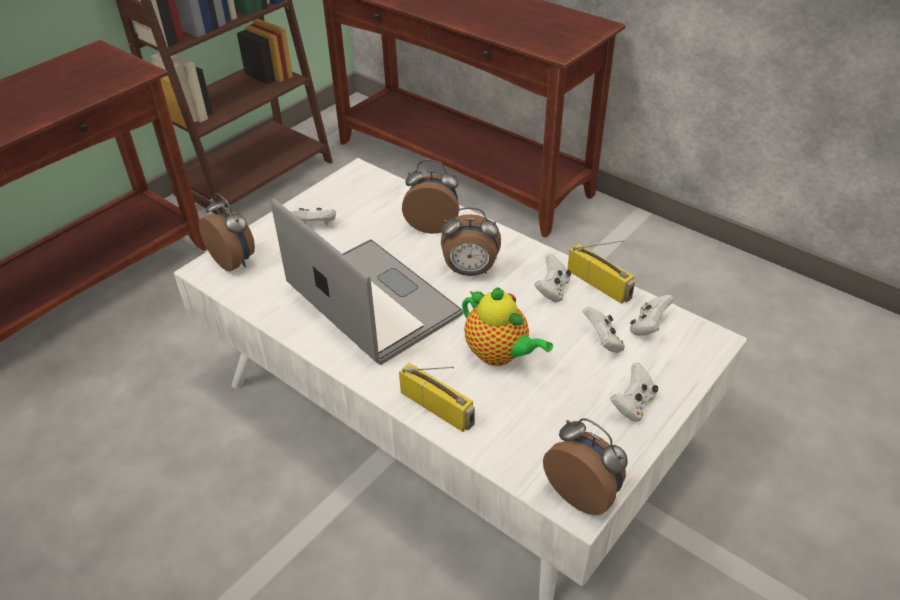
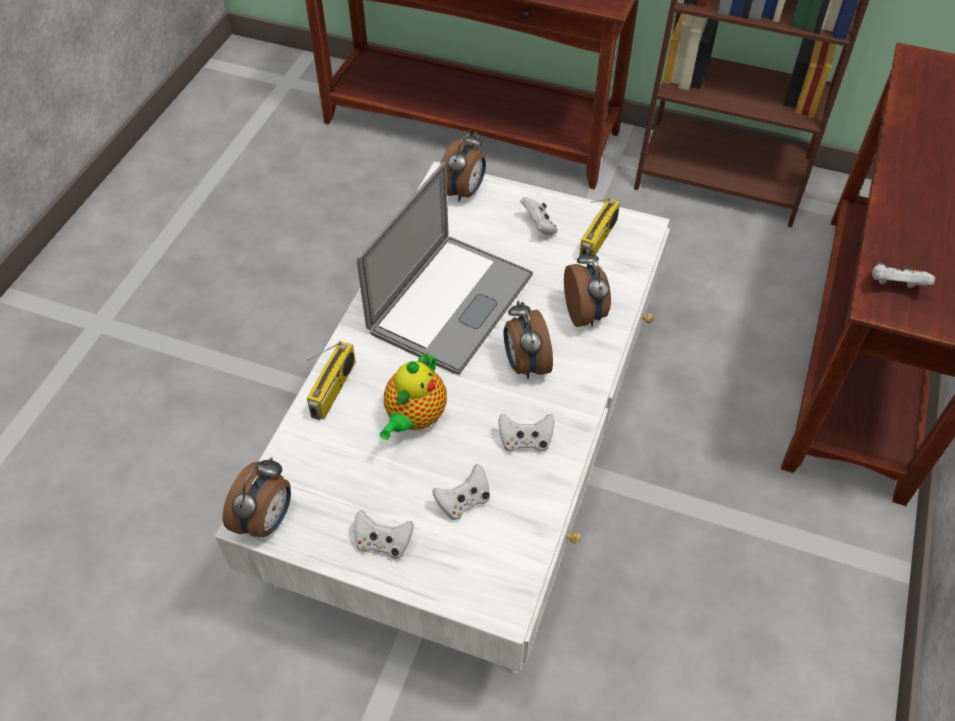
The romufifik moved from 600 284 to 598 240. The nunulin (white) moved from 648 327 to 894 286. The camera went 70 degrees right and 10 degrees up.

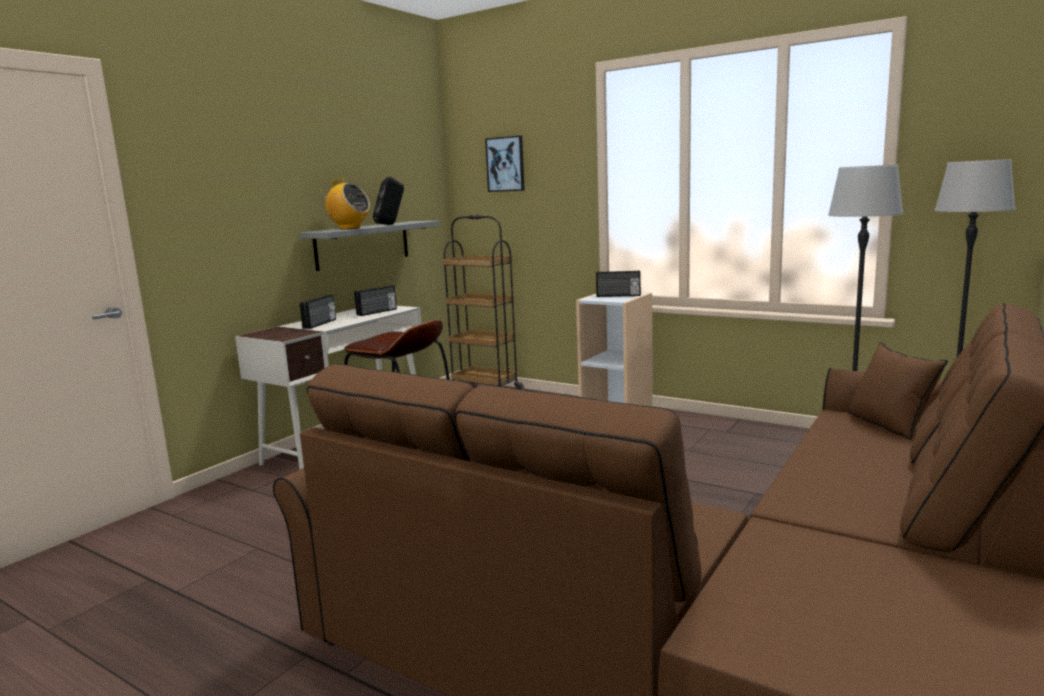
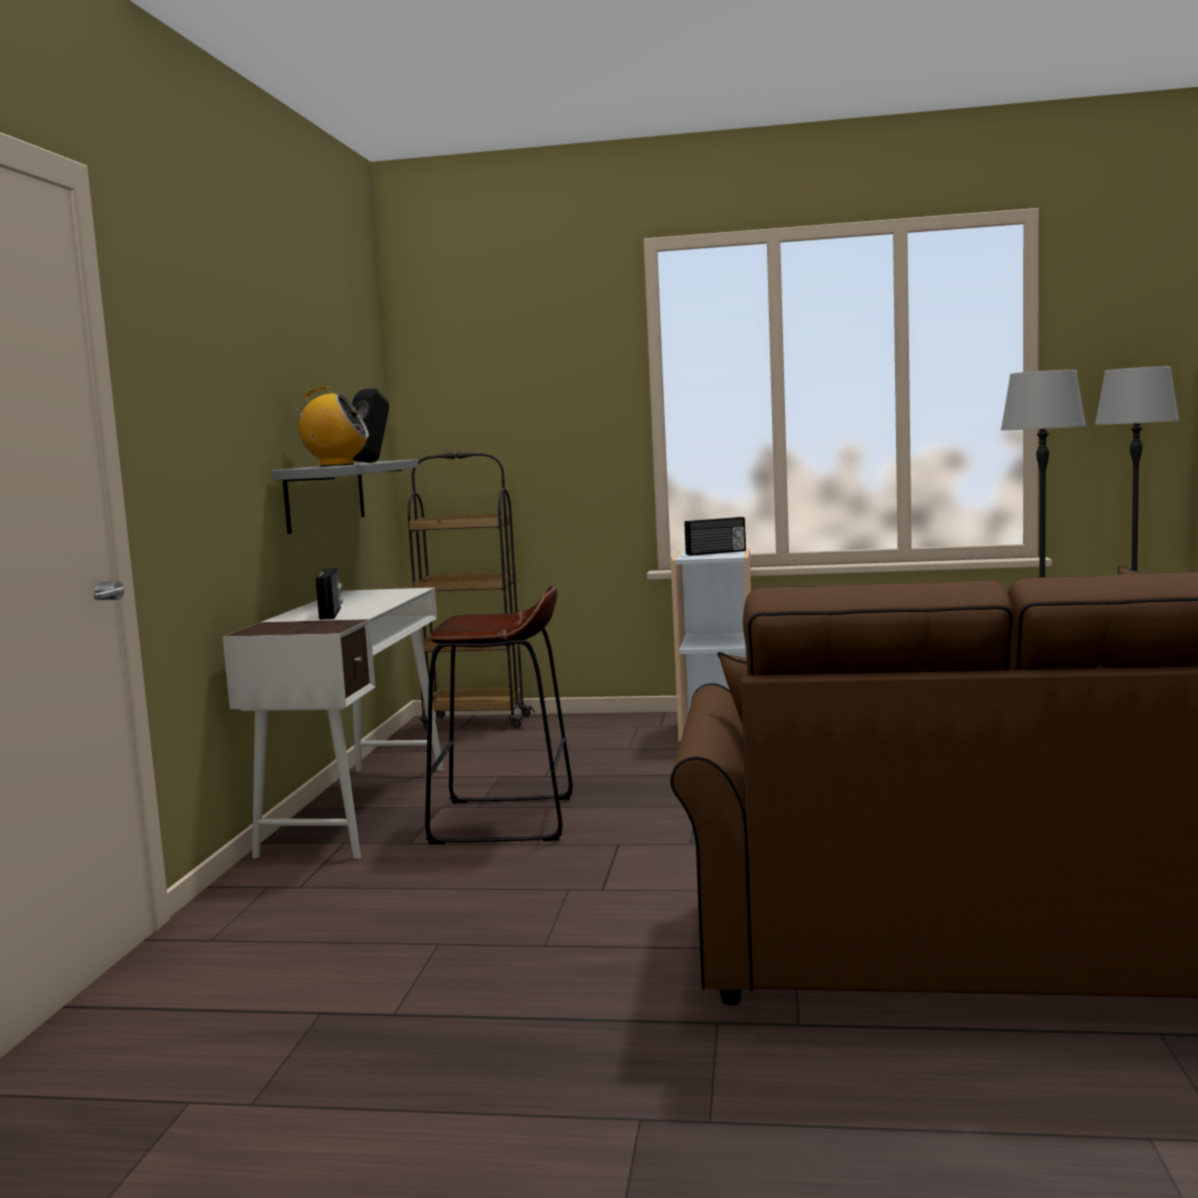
The romufifik at 377 312 disappeared. The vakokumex at 505 164 disappeared. The camera went 25 degrees left and 5 degrees down.

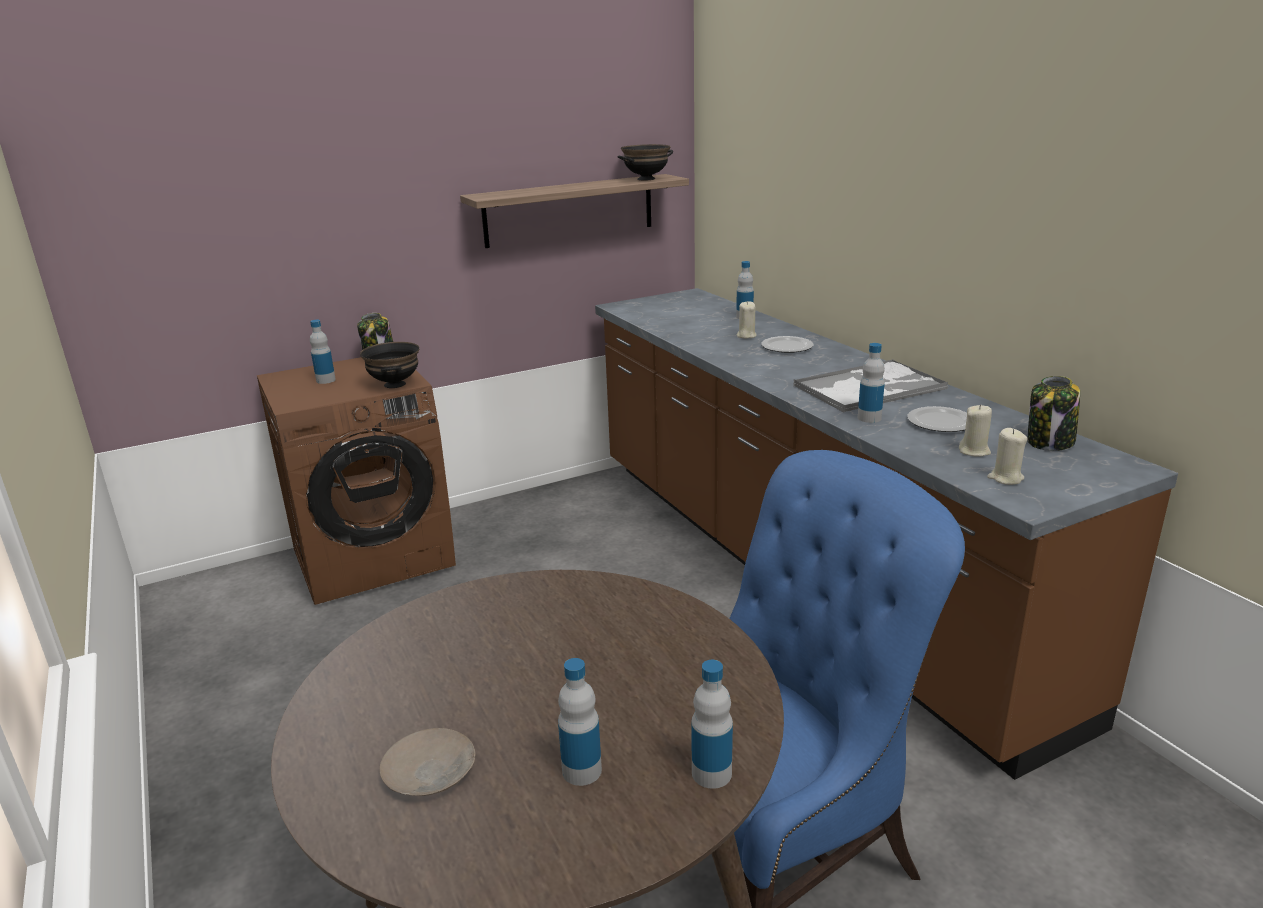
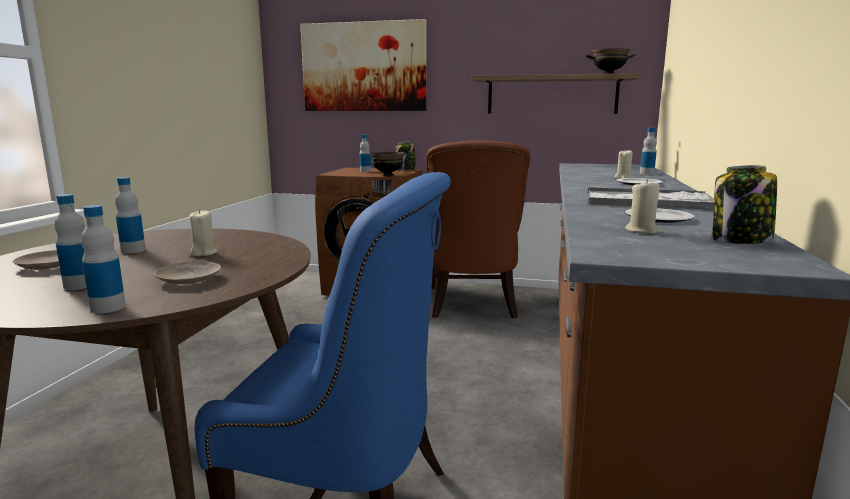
The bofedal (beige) at 189 279 appeared. The vakokumex at 364 67 appeared. The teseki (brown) at 472 303 appeared. The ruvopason moved from 869 418 to 133 250. The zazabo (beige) moved from 1005 478 to 203 253. The camera went 40 degrees right and 10 degrees down.

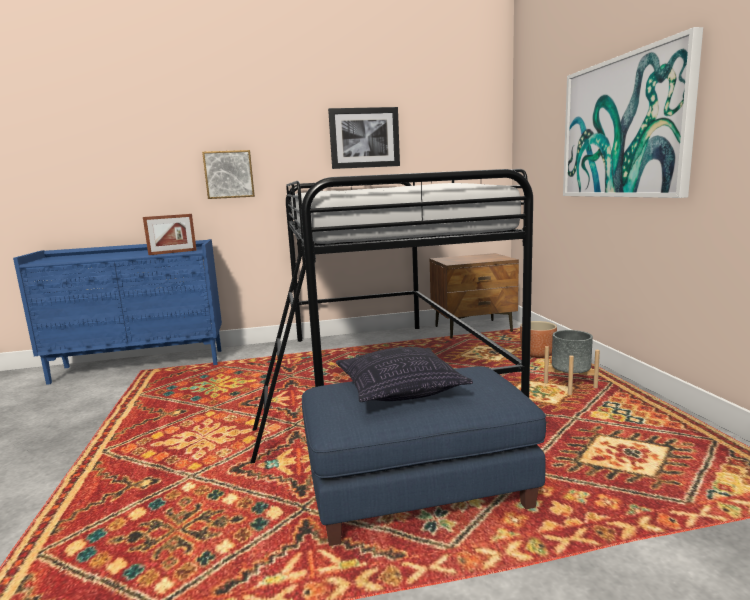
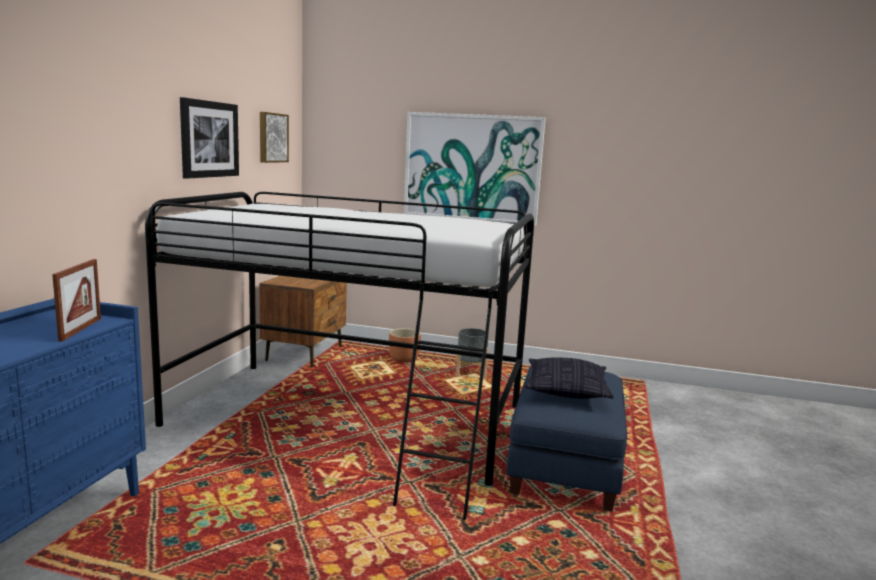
The vakokumex moved from 229 174 to 272 137. The camera went 65 degrees left and 0 degrees up.

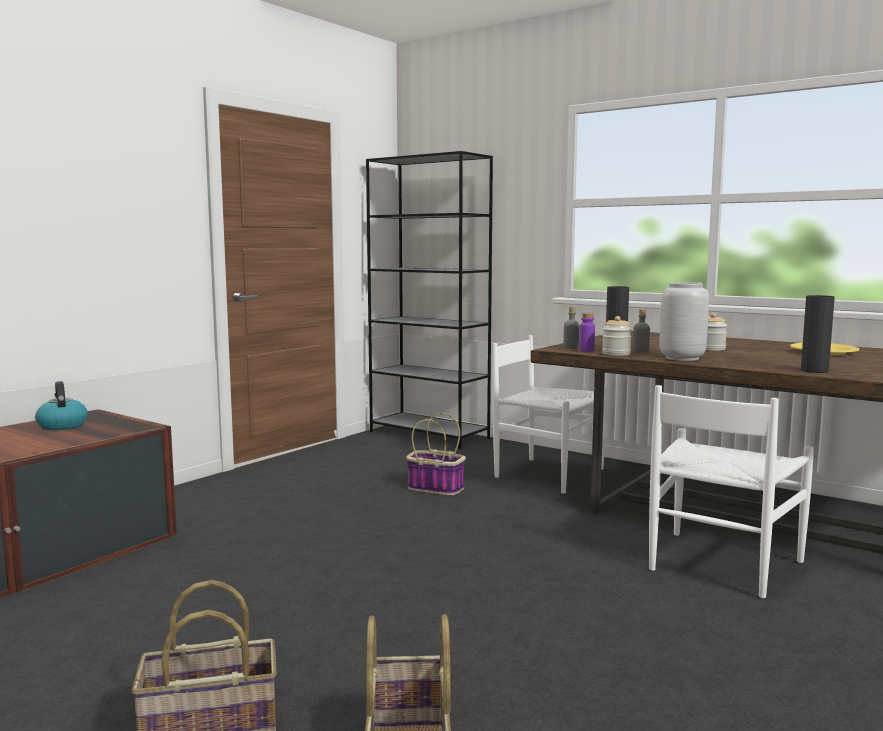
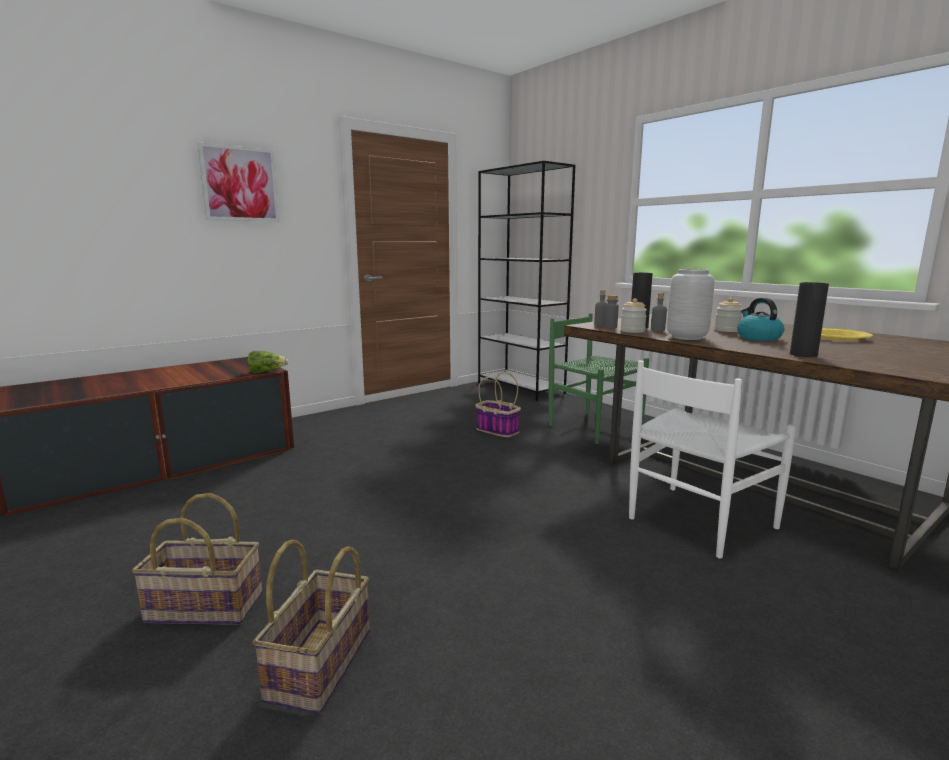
The vakokumex at 240 184 appeared. The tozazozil at 267 372 appeared. The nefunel moved from 62 425 to 758 337. The teseki (white) at 547 474 became the teseki (green) at 593 426. The ruvopason (purple) at 586 350 became the ruvopason (grey) at 610 327. The camera went 15 degrees right and 5 degrees up.

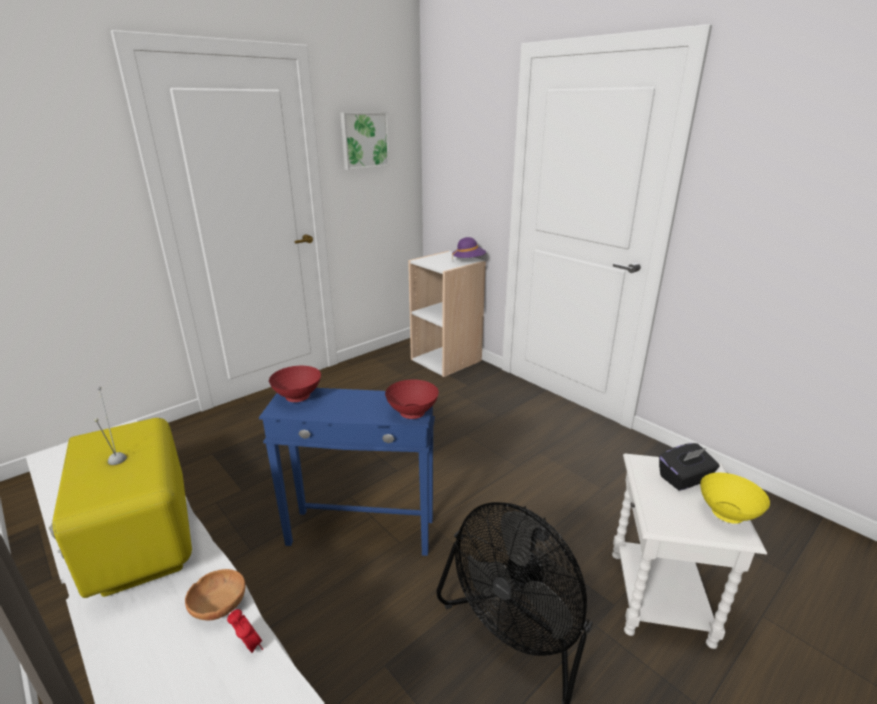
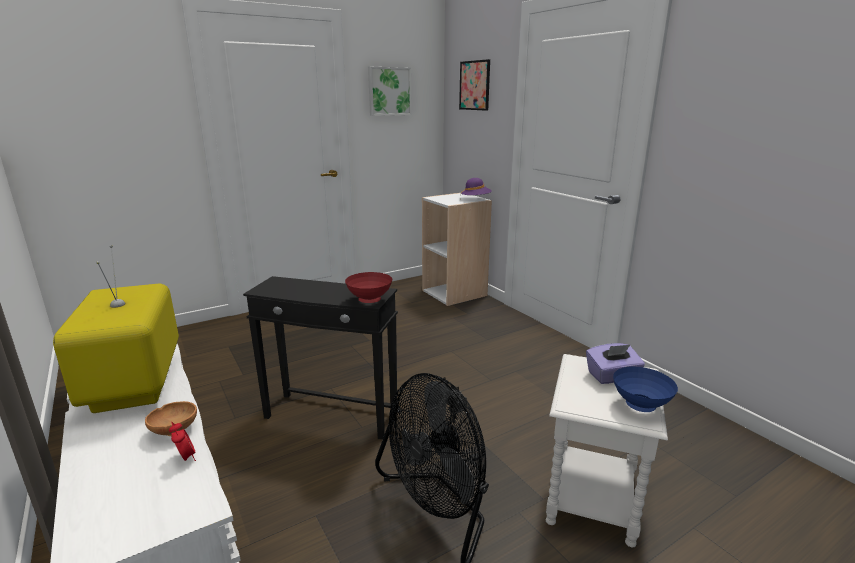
The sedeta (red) at 297 398 disappeared. The vakokumex at 474 85 appeared. The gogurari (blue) at 361 532 became the gogurari (black) at 331 416. The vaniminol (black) at 684 479 became the vaniminol (purple) at 612 376. The sedeta (yellow) at 725 515 became the sedeta (blue) at 639 406. The camera went 10 degrees right and 5 degrees down.

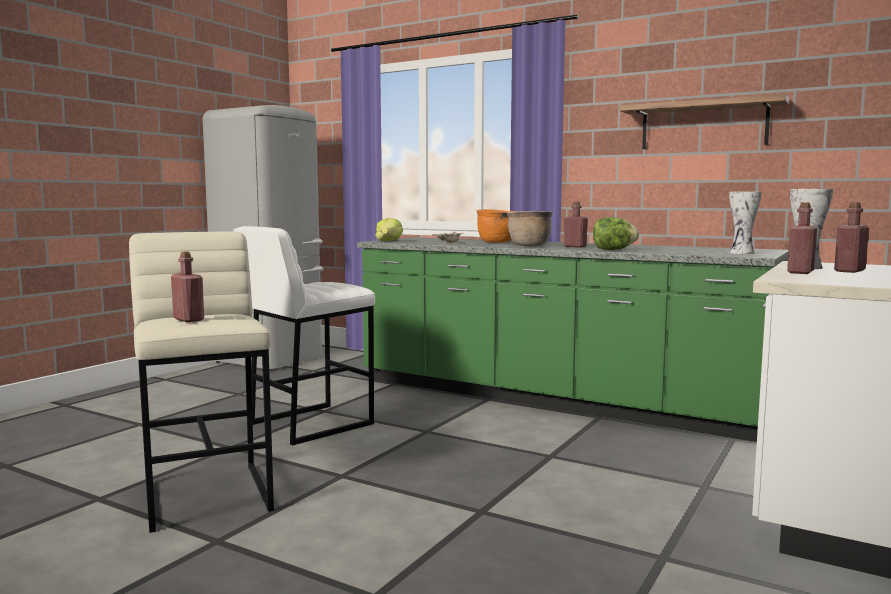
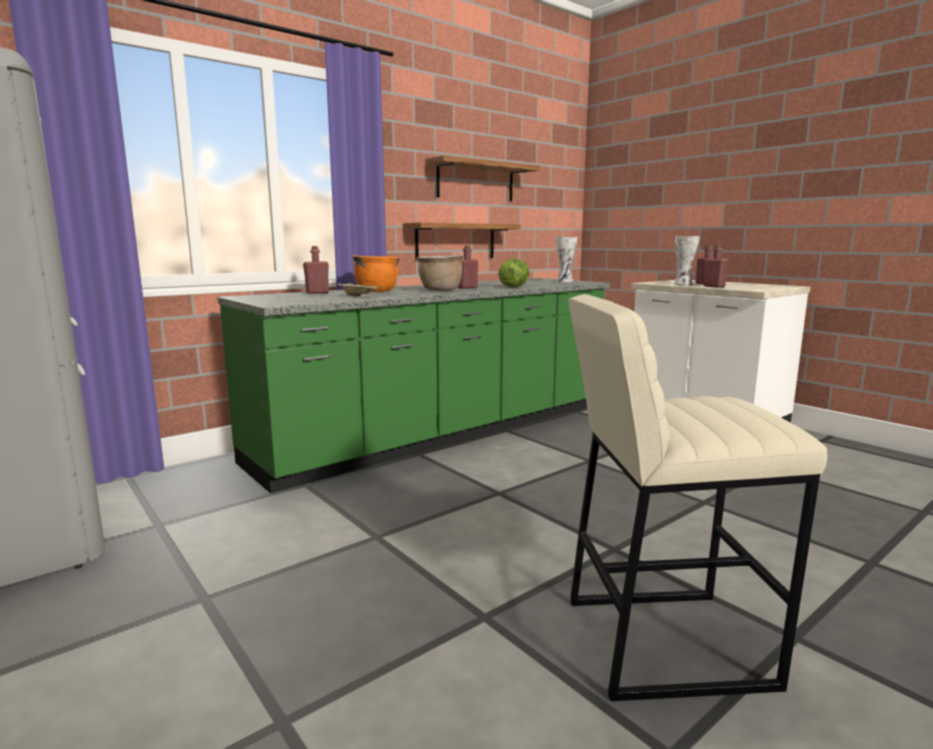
The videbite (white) at 309 424 disappeared. The tozazozil at 388 241 disappeared. The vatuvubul at 455 241 appeared. The ruvopason (red) moved from 188 319 to 317 293. The camera went 70 degrees left and 5 degrees up.

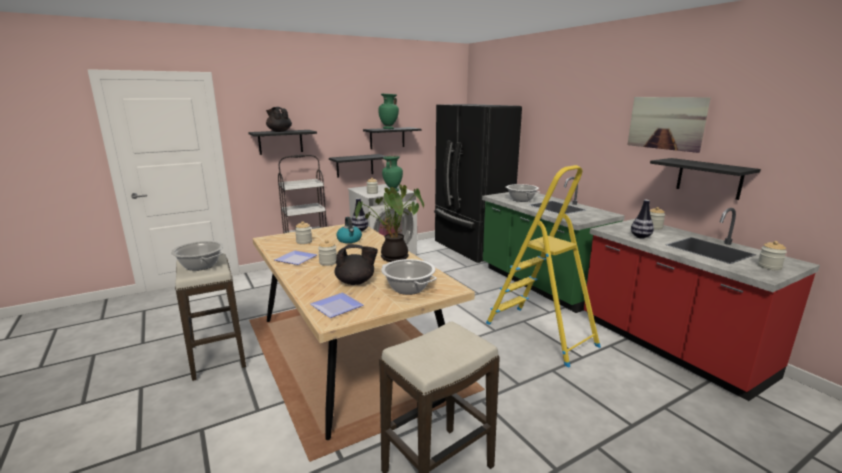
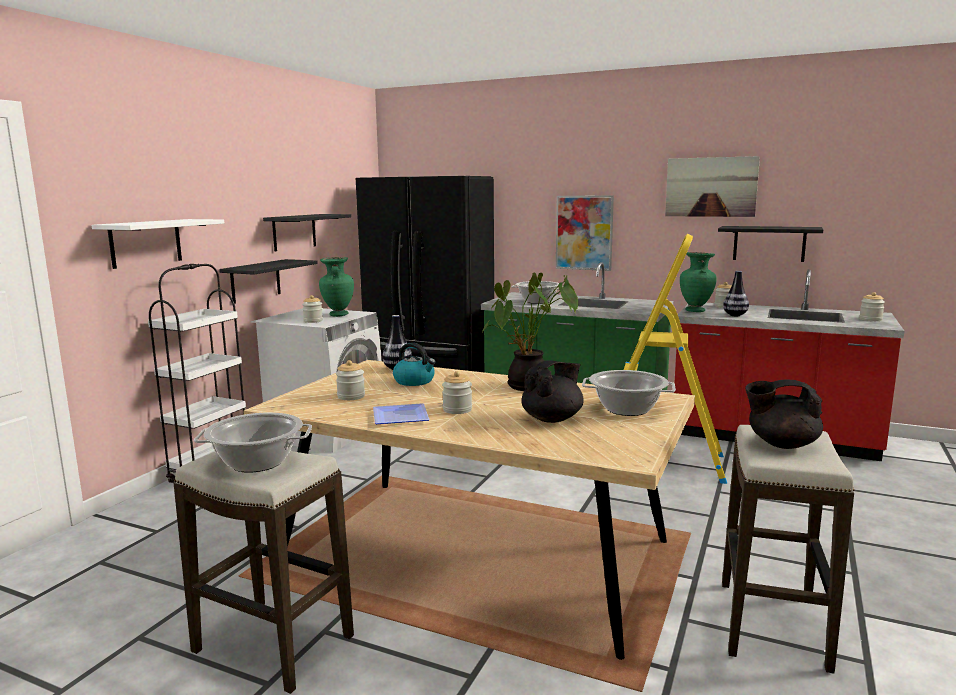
The bofedal at 337 306 disappeared. The vakokumex at 584 232 appeared. The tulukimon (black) moved from 279 131 to 781 444. The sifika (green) moved from 389 129 to 696 311. The vatuvubul (black) at 280 142 became the vatuvubul (white) at 146 243. The camera went 35 degrees left and 5 degrees down.

